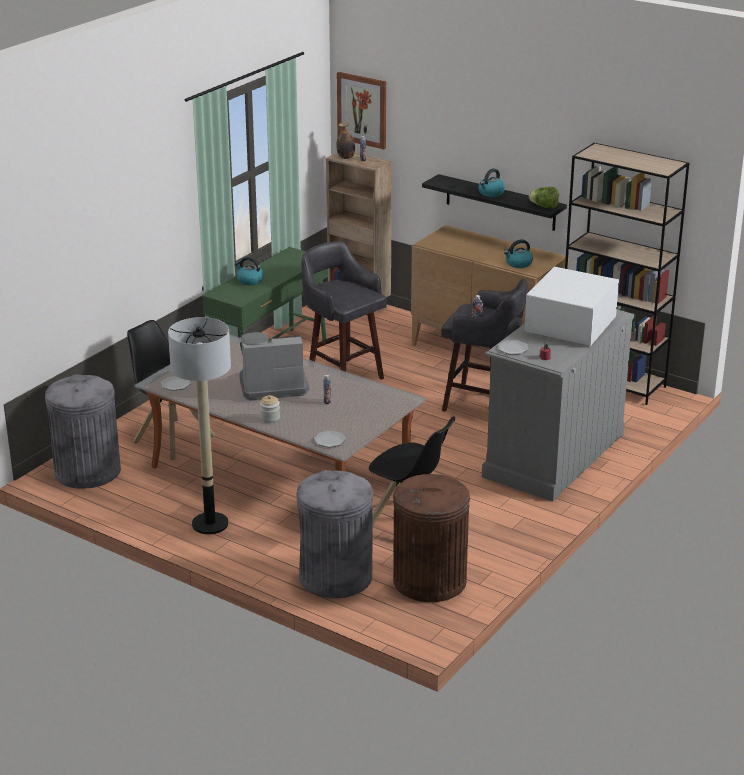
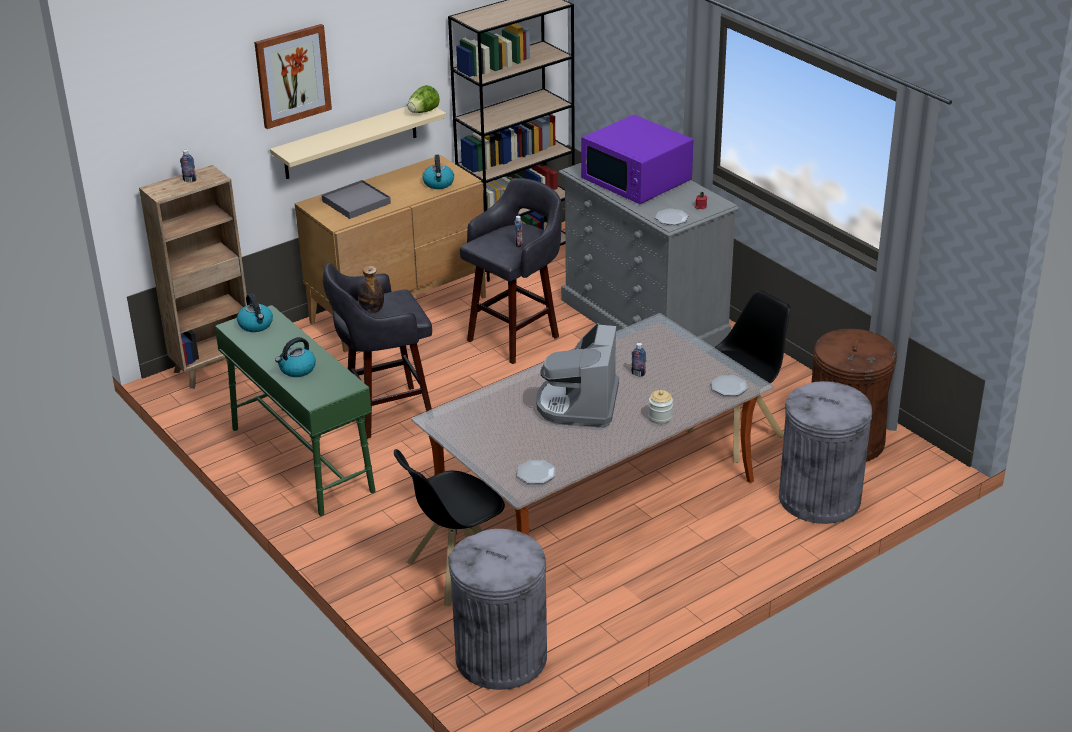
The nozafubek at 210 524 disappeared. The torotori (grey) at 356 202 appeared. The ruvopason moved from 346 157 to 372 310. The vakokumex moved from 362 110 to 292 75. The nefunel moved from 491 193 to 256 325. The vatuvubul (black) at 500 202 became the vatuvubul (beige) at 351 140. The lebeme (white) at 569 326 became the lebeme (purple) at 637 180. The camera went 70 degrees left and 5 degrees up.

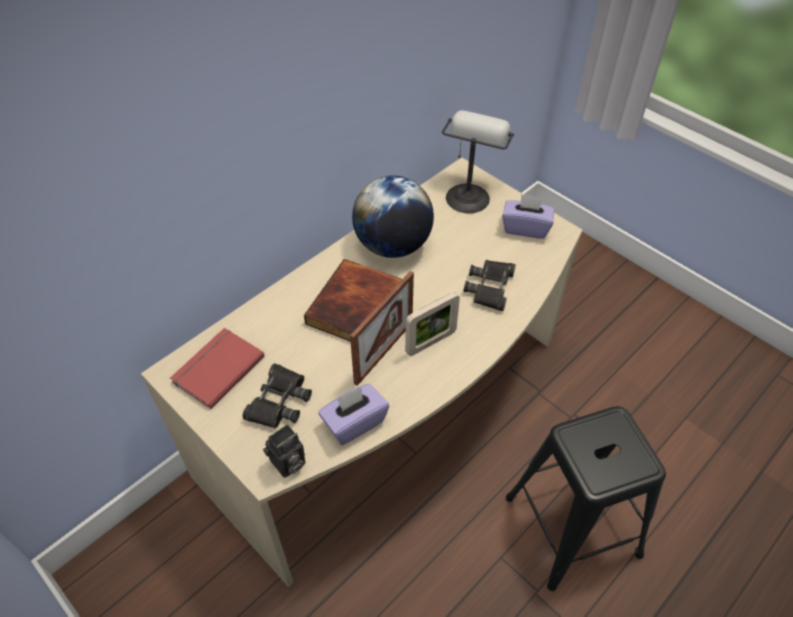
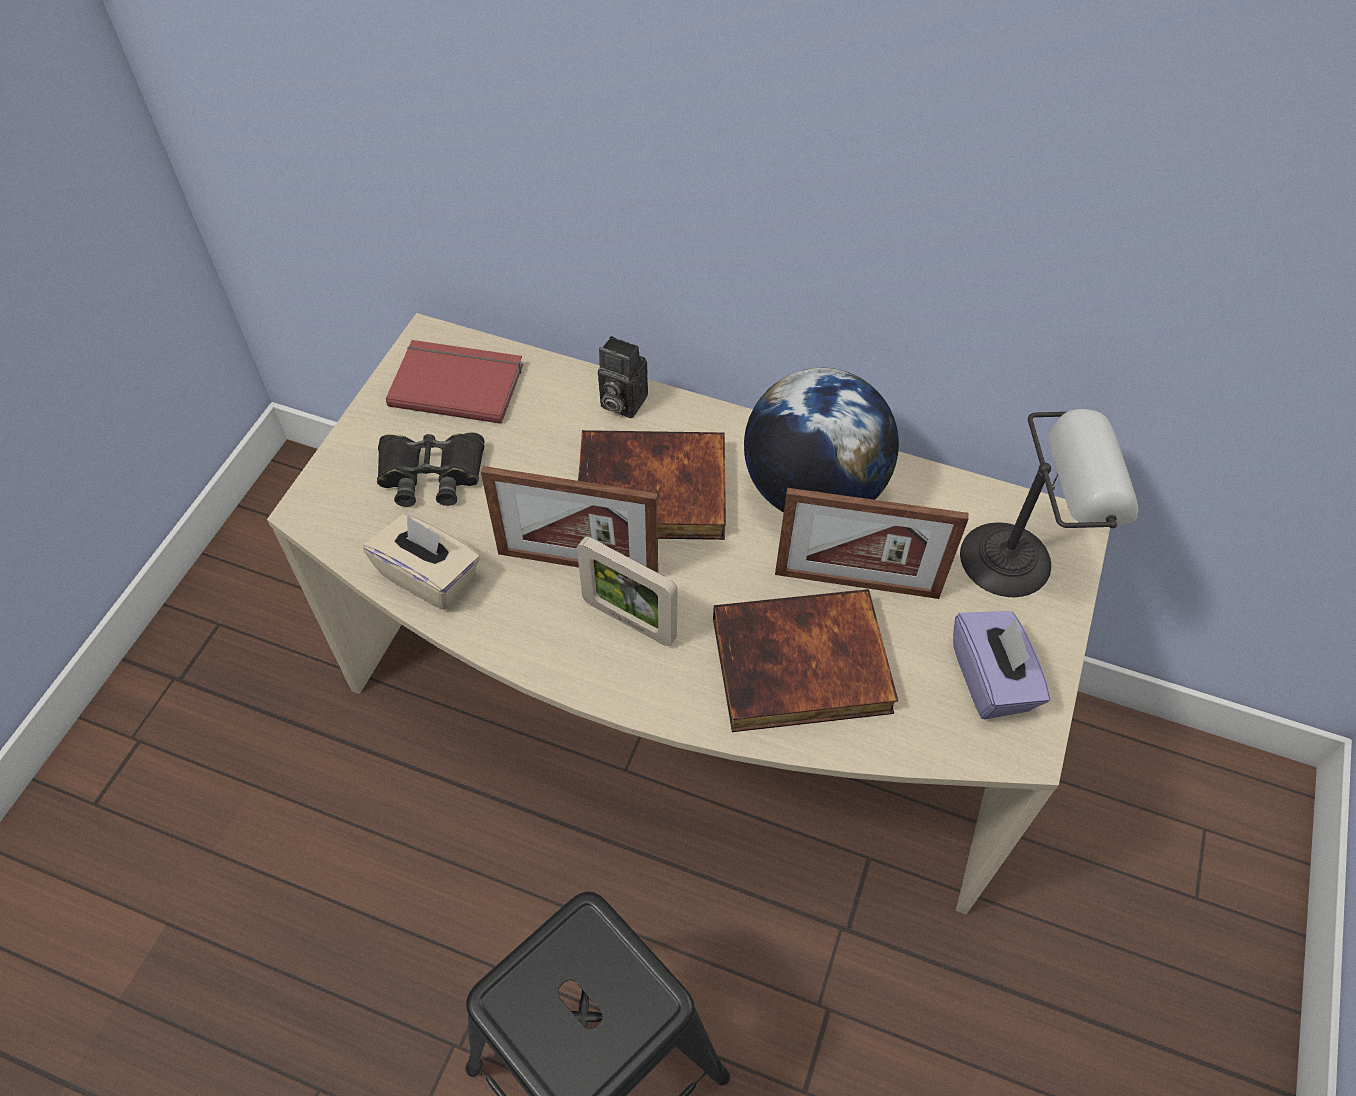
The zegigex at 856 583 appeared. The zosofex moved from 287 464 to 620 402. The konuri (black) at 490 287 was replaced by the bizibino at 800 668. The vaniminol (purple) at 354 423 became the vaniminol (beige) at 430 576. The camera went 65 degrees right and 5 degrees up.

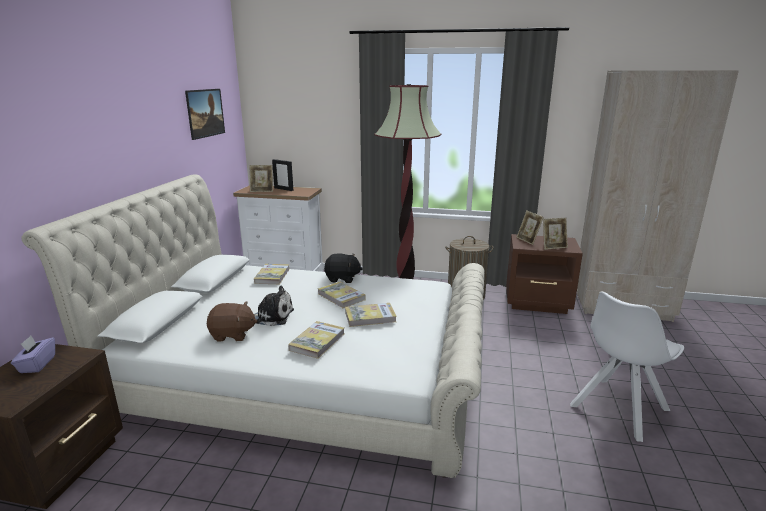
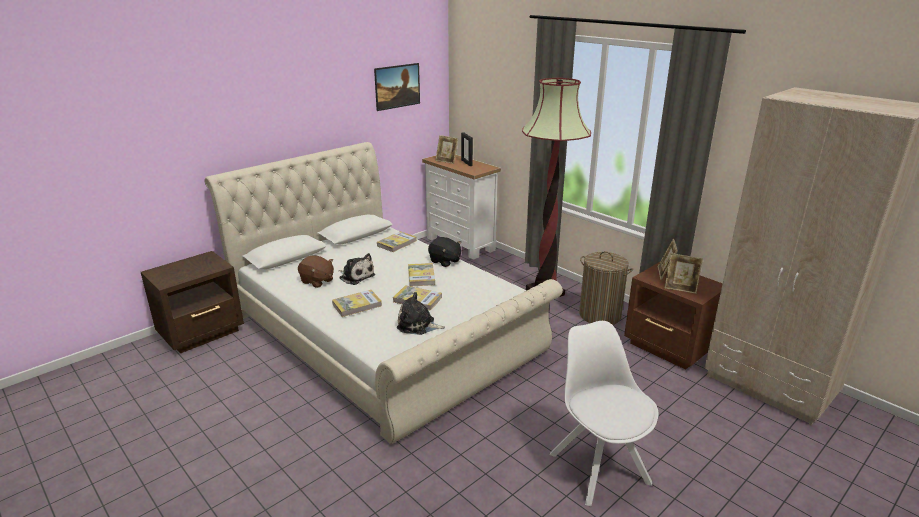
The vaniminol (purple) at 37 364 disappeared. The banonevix at 418 325 appeared. The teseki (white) at 617 408 turned 75 degrees clockwise. The camera went 35 degrees right and 5 degrees up.

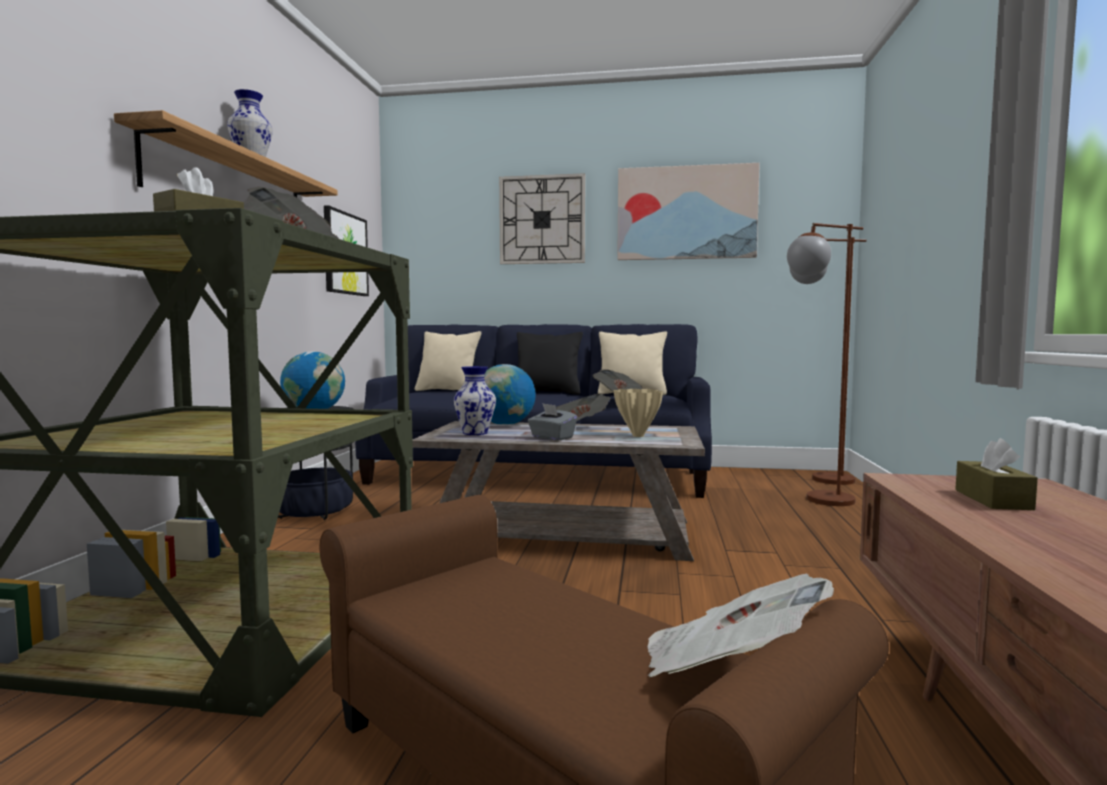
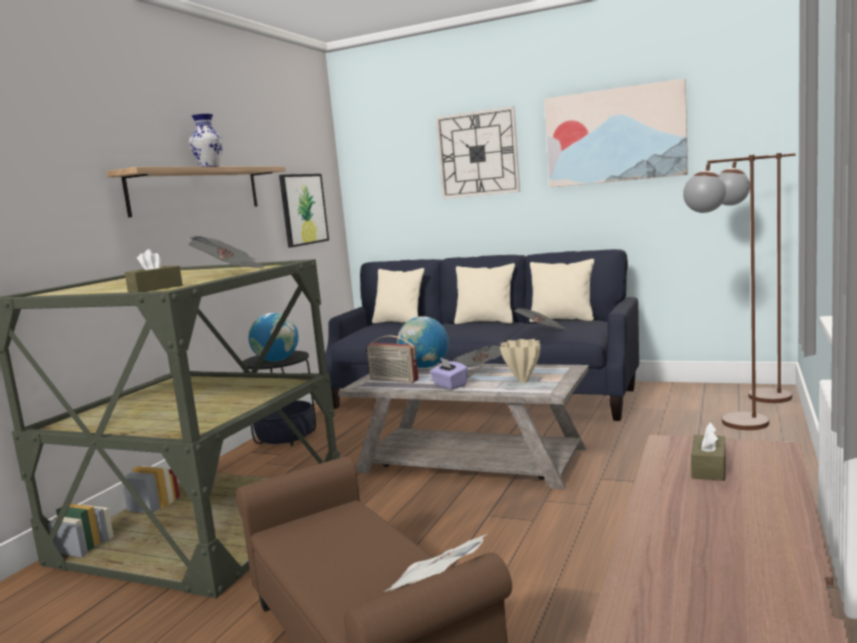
The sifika at 476 433 was replaced by the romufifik at 393 380. The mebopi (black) at 548 393 became the mebopi (beige) at 486 322. The vaniminol (grey) at 551 437 became the vaniminol (purple) at 449 385. The camera went 15 degrees right and 5 degrees up.

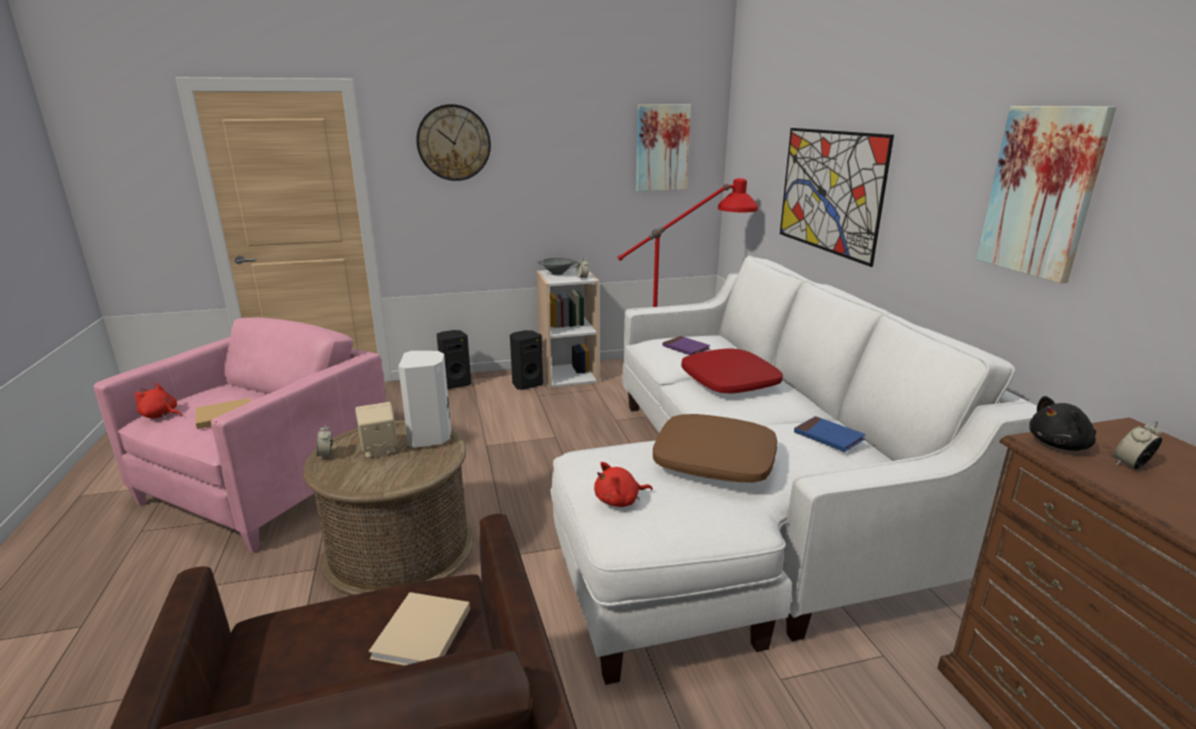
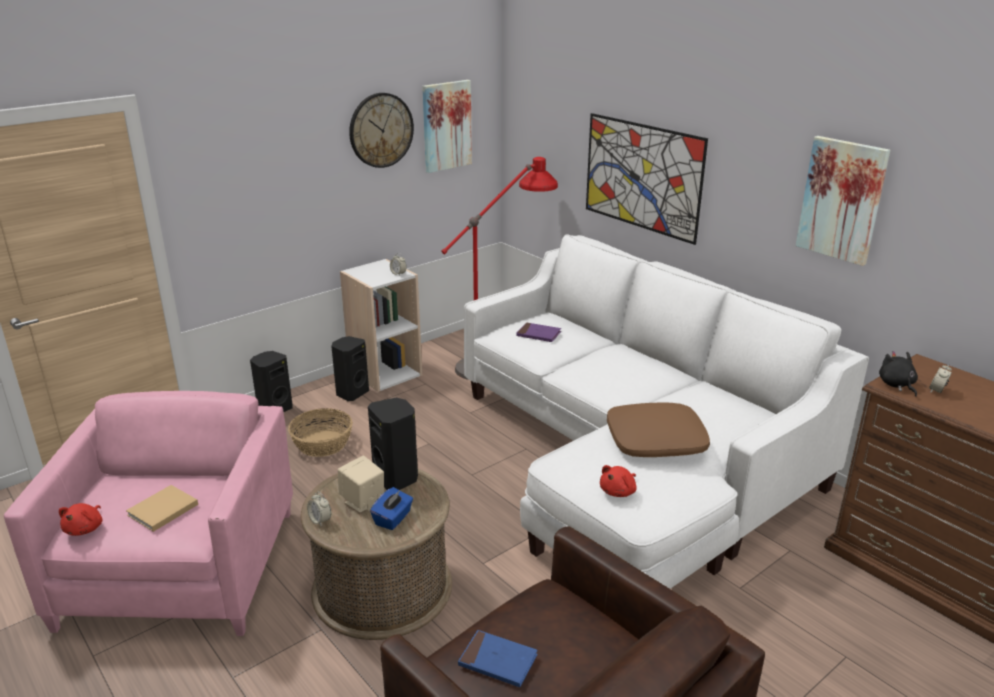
The bizibino (beige) at 421 635 disappeared. The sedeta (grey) at 557 274 disappeared. The mebopi (red) at 730 382 disappeared. The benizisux at 322 444 appeared. The vaniminol (blue) at 393 519 appeared. The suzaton moved from 453 143 to 381 130. The bizibino (blue) moved from 828 437 to 498 661. The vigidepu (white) at 430 437 became the vigidepu (black) at 397 478. The banonevix (red) at 161 415 turned 75 degrees counterclockwise. The banonevix (black) at 1060 445 turned 120 degrees clockwise. The camera went 25 degrees left and 5 degrees up.

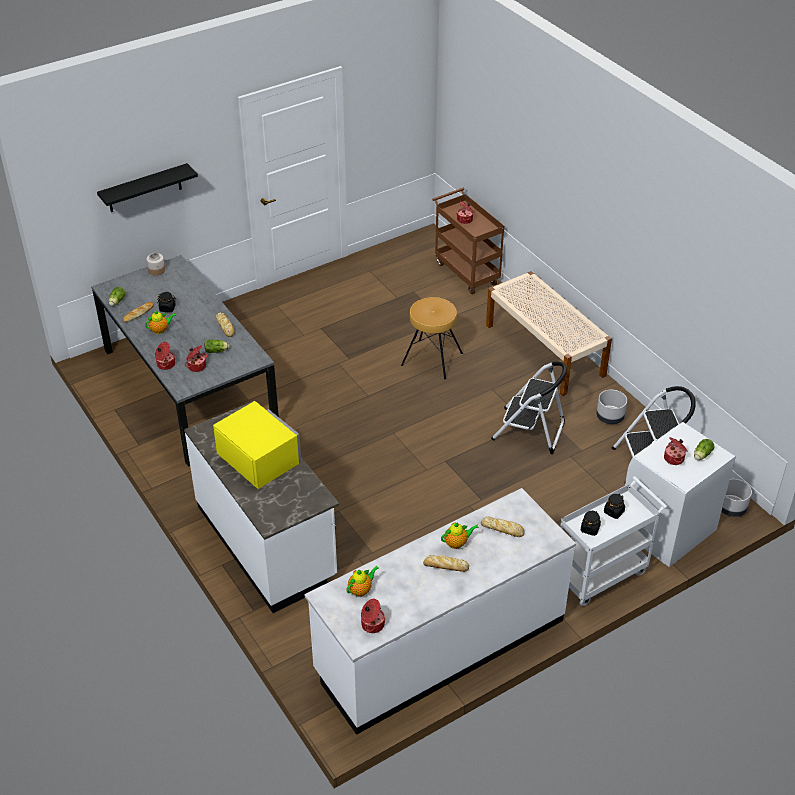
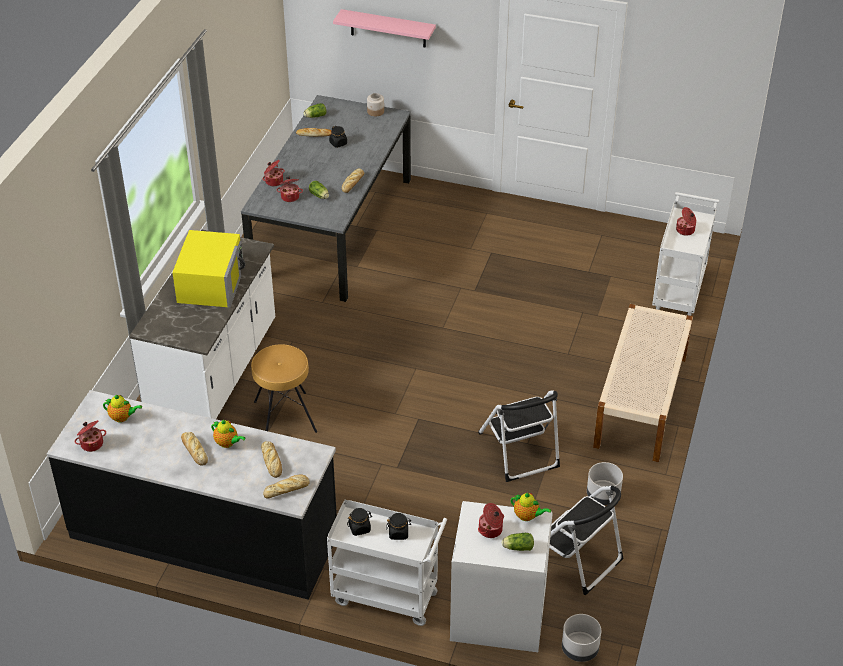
The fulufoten at 287 489 appeared. The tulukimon moved from 160 330 to 527 516. The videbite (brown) moved from 432 359 to 284 417. The vatuvubul (black) at 144 188 became the vatuvubul (pink) at 388 28. The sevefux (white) at 439 645 became the sevefux (black) at 204 535. The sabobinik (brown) at 465 274 became the sabobinik (white) at 679 292. The camera went 50 degrees right and 0 degrees up.

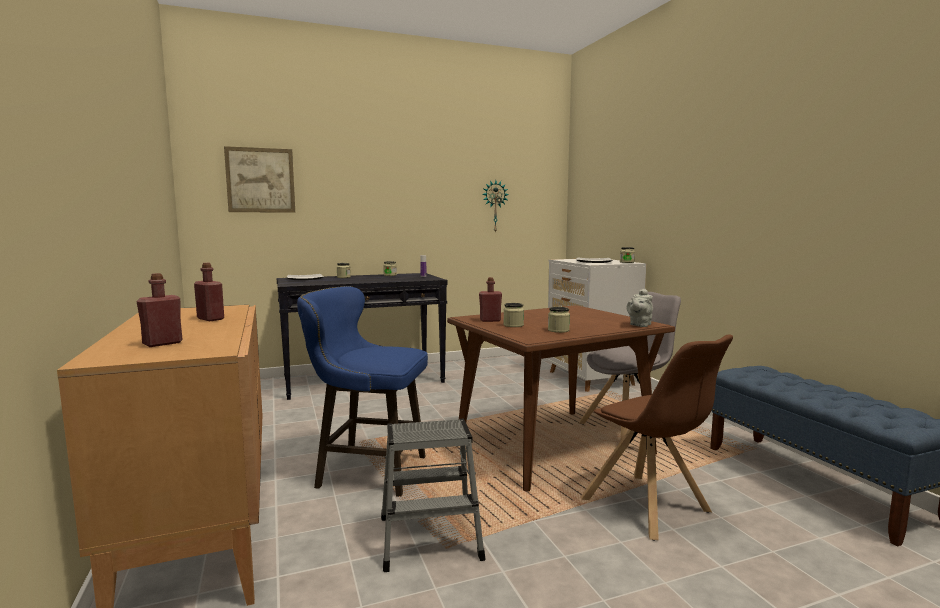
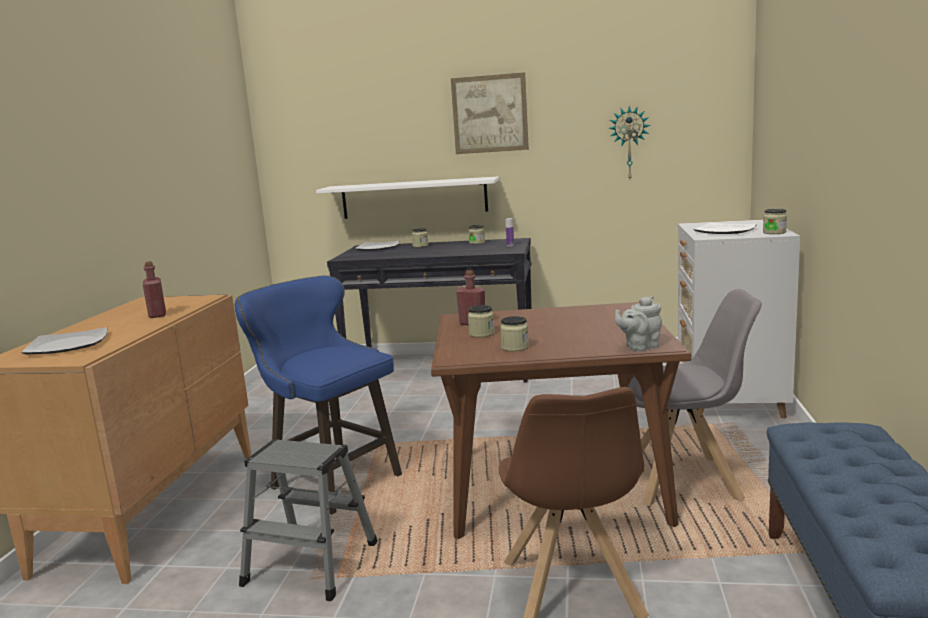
The vatuvubul (white) at 414 198 appeared. The vakokumex moved from 260 180 to 490 114. The ruvopason (red) at 162 343 was replaced by the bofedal at 68 345. The camera went 30 degrees right and 5 degrees up.

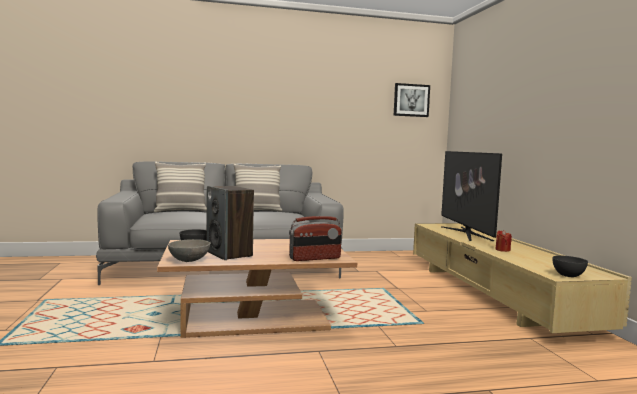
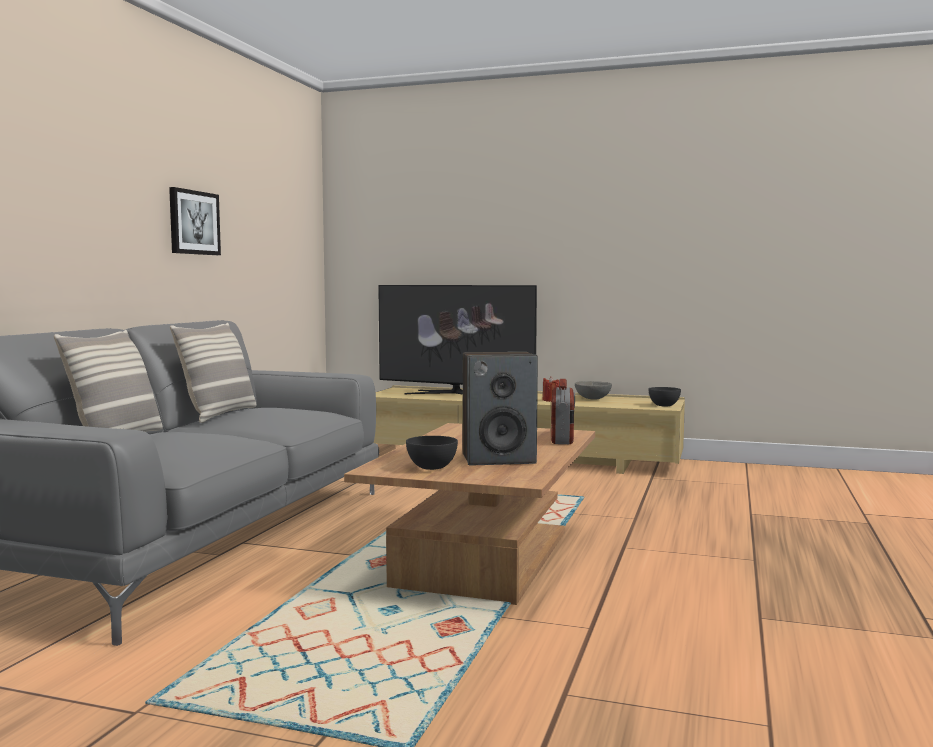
The sedeta (grey) moved from 189 260 to 592 398. The vakokumex moved from 411 100 to 193 222. The camera went 60 degrees left and 0 degrees up.

